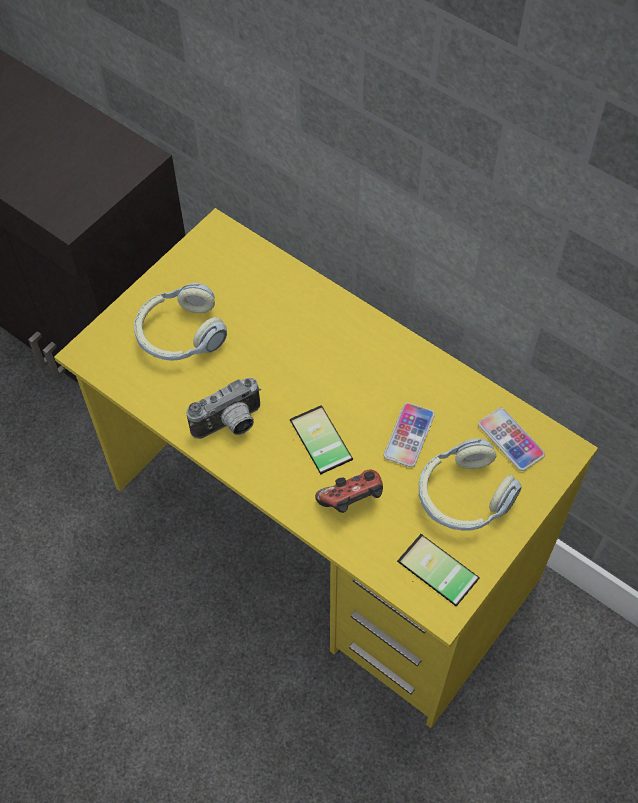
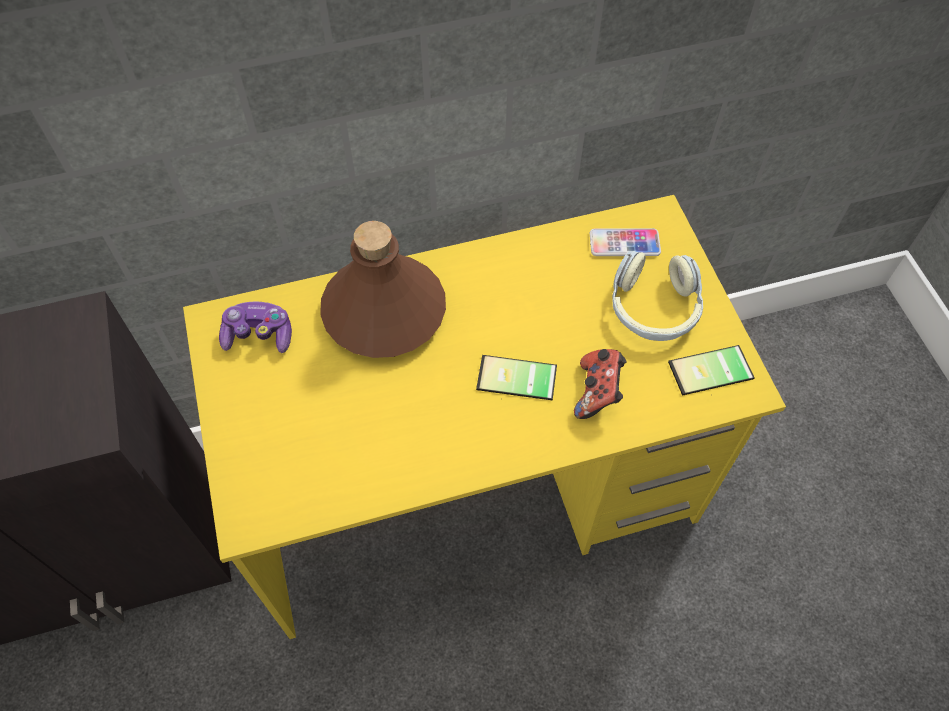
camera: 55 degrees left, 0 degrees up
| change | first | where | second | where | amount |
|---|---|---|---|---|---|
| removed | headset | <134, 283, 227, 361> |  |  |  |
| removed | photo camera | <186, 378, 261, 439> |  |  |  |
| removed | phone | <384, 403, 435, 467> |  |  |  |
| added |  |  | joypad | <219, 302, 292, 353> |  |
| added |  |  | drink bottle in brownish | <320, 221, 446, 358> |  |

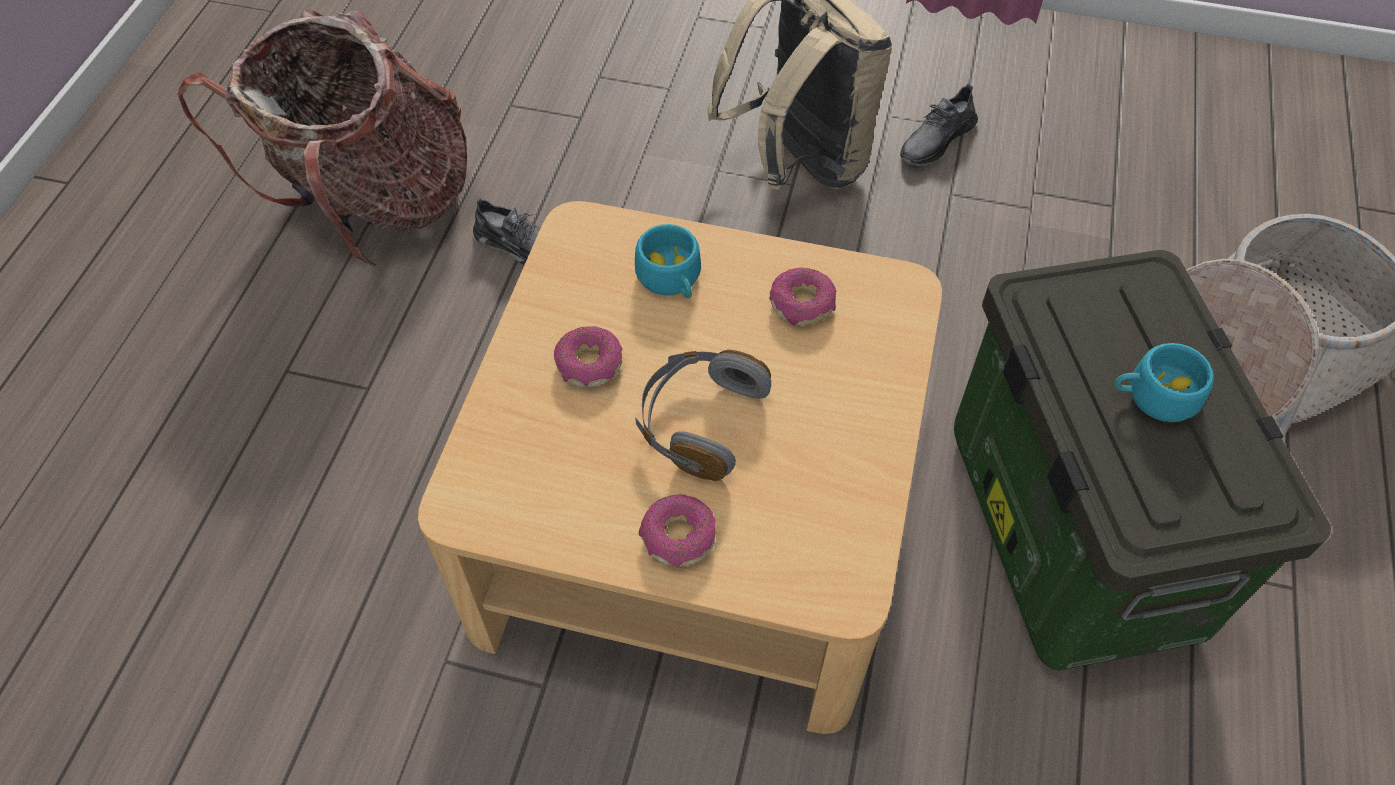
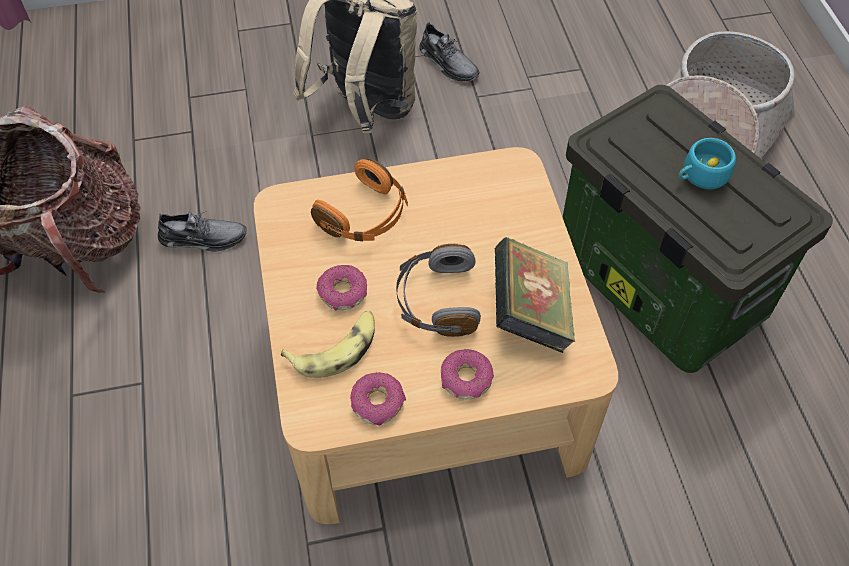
camera: 25 degrees left, 0 degrees up
| change | first | where | second | where | amount |
|---|---|---|---|---|---|
| added |  |  | whole banana | <281, 311, 375, 378> |  |
| added |  |  | bound book | <494, 237, 576, 353> |  |
| moved | doughnut | <769, 267, 837, 326> |  | <350, 372, 406, 426> |  |
| replaced | small cup in turquoise | <635, 224, 701, 298> | headset in orange-coloured | <311, 158, 408, 241> |  |
| turned | low shoe in grey | <900, 84, 978, 166> |  | <419, 22, 479, 81> | 60 degrees counterclockwise |

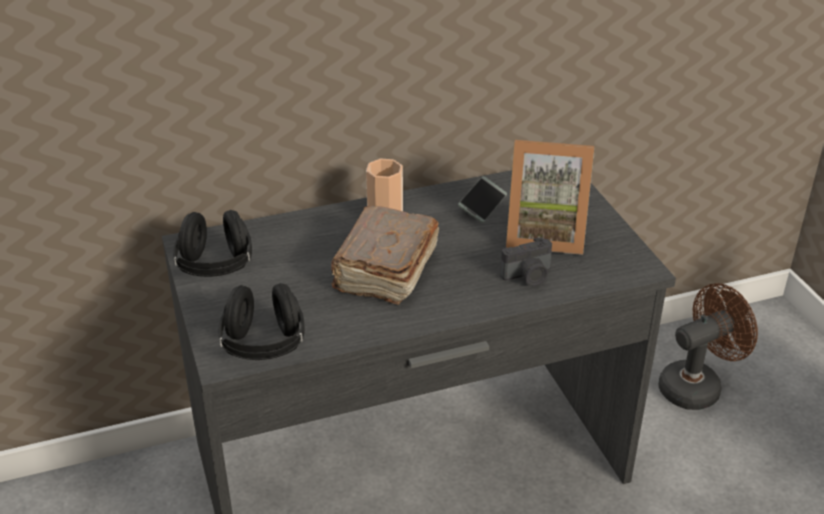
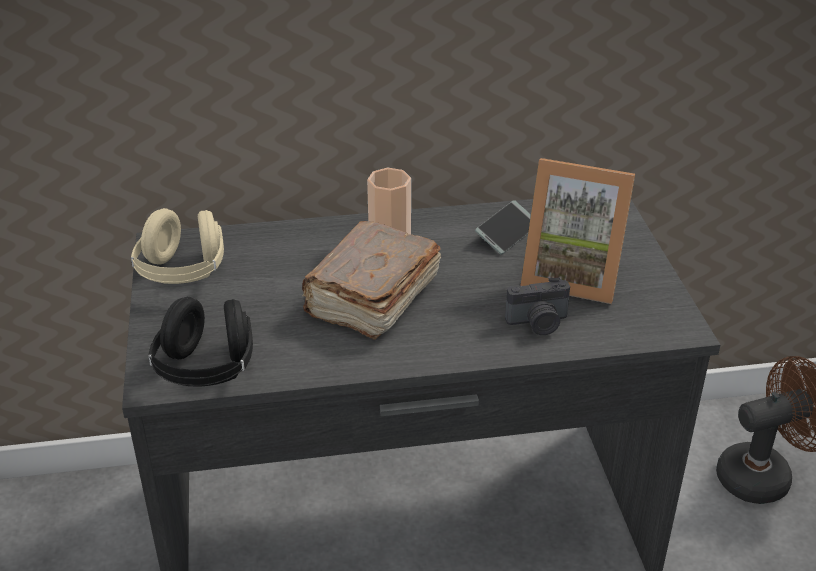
camera: 10 degrees right, 0 degrees up
| change | first | where | second | where | amount |
|---|---|---|---|---|---|
| recoloured | headset in black-coloured | <173, 210, 252, 277> | headset in beige-coloured | <131, 208, 224, 284> |  |

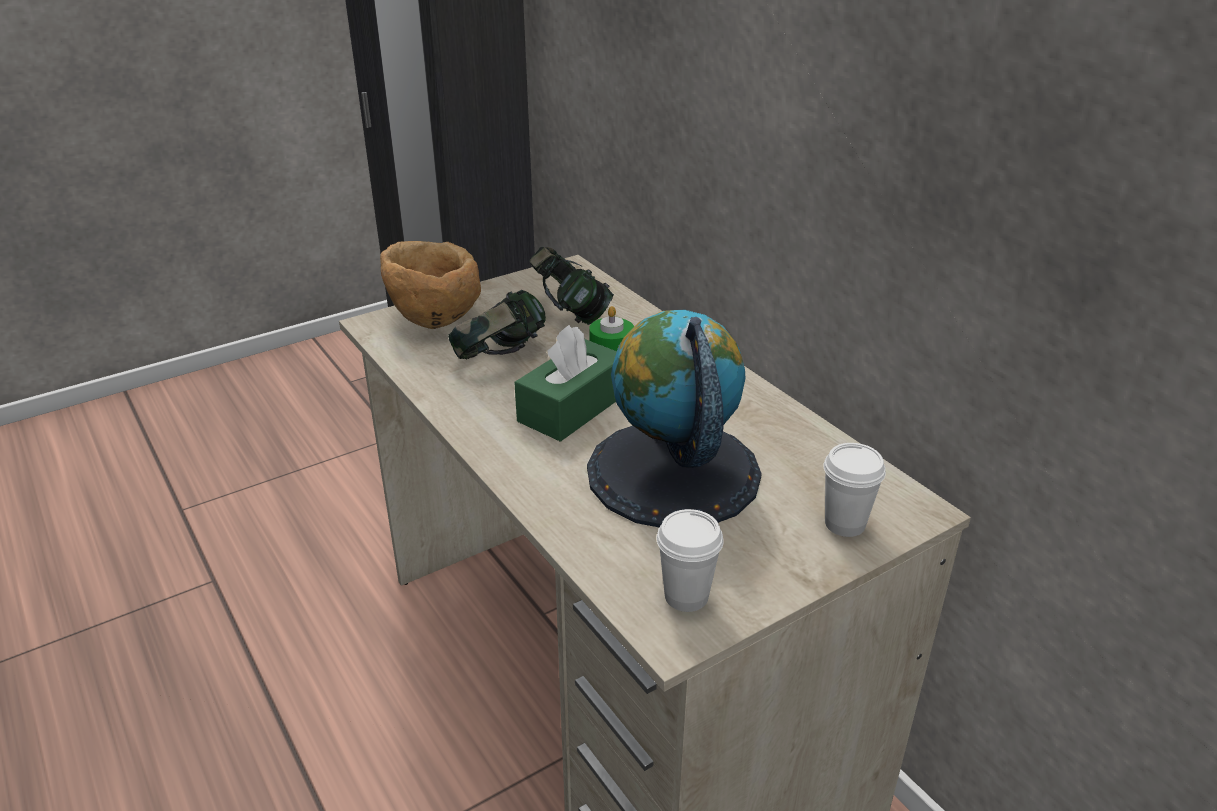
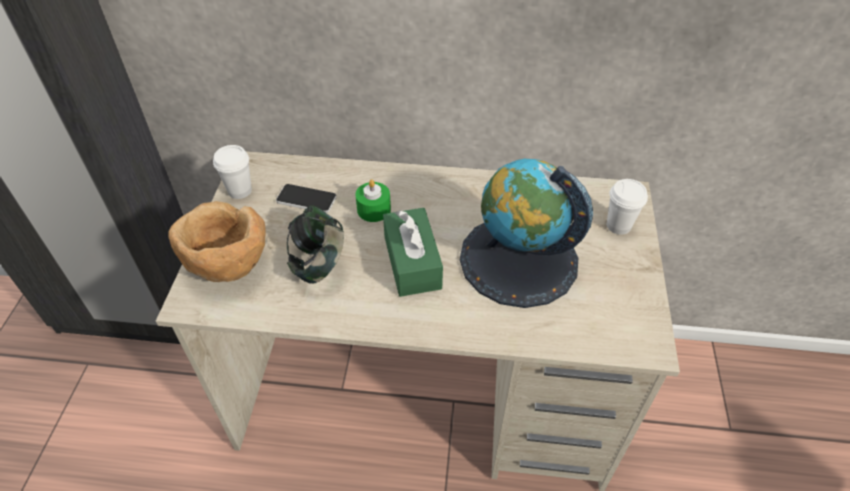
camera: 50 degrees left, 15 degrees up
| change | first | where | second | where | amount |
|---|---|---|---|---|---|
| moved | small cup in whitish | <657, 509, 724, 612> |  | <213, 145, 252, 199> |  |
| replaced | headset | <530, 247, 614, 325> | phone | <276, 184, 336, 213> |  |

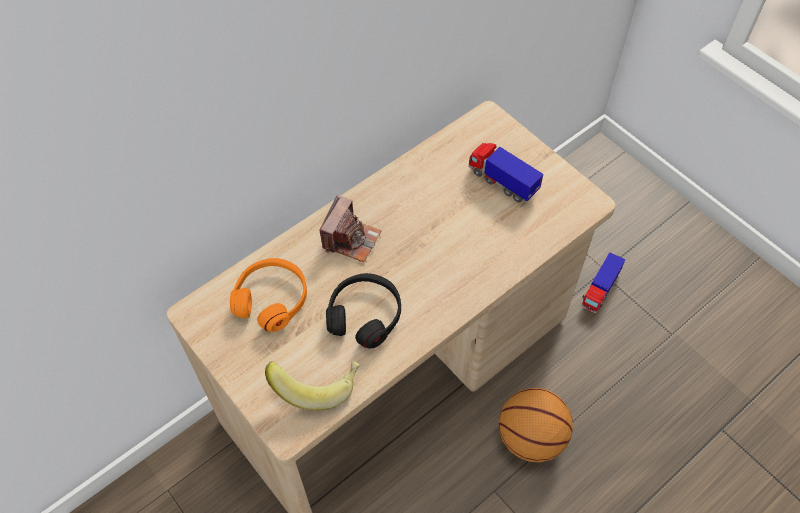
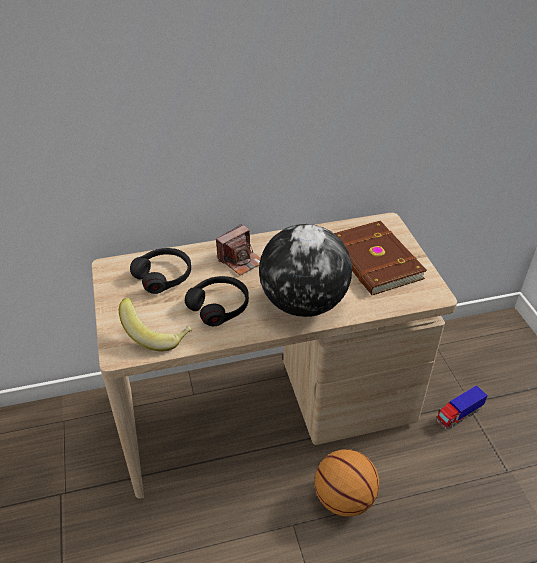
camera: 25 degrees right, 15 degrees down
| change | first | where | second | where | amount |
|---|---|---|---|---|---|
| added |  |  | world globe | <259, 224, 352, 317> |  |
| replaced | toy truck | <469, 143, 543, 203> | bound book in brownish | <334, 221, 427, 295> |  |
| recoloured | headset in orange-coloured | <230, 258, 307, 332> | headset in black-coloured | <130, 248, 191, 294> |  |

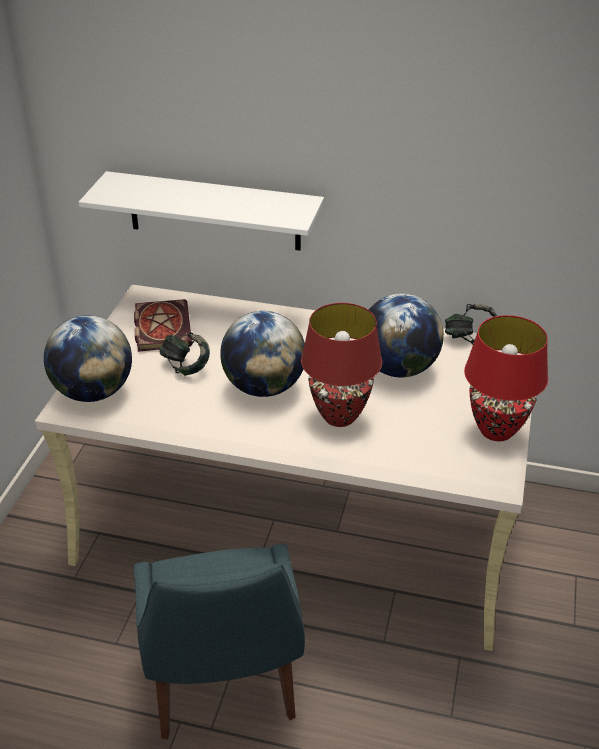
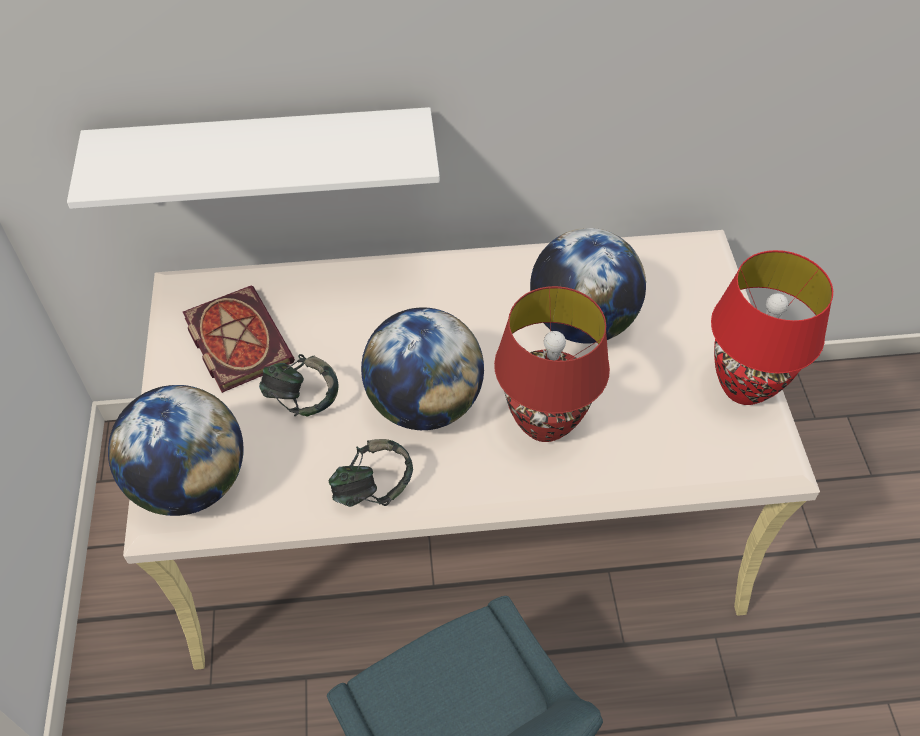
camera: 20 degrees left, 15 degrees up
| change | first | where | second | where | amount |
|---|---|---|---|---|---|
| moved | headset | <445, 304, 497, 344> |  | <329, 439, 413, 507> |  |

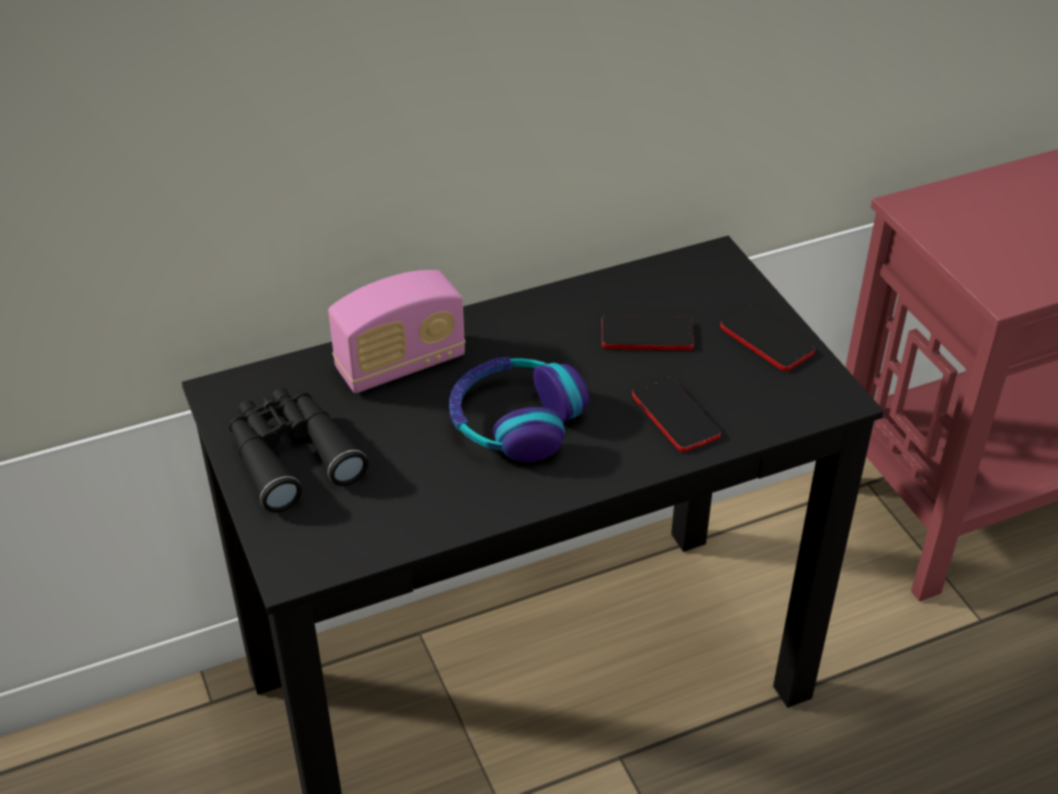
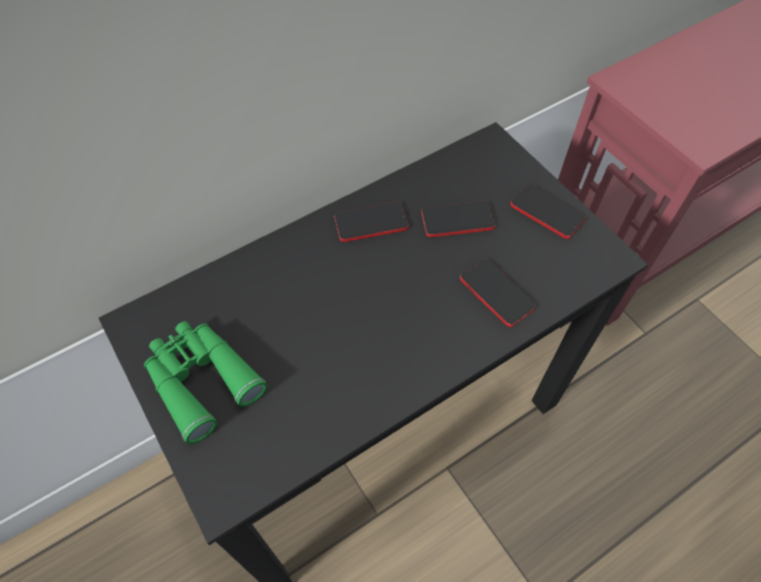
camera: 10 degrees left, 15 degrees up
| change | first | where | second | where | amount |
|---|---|---|---|---|---|
| removed | radio set | <328, 270, 466, 393> |  |  |  |
| removed | headset | <449, 357, 589, 462> |  |  |  |
| added |  |  | phone | <334, 202, 409, 242> |  |
| recoloured | pair of binoculars in black-coloured | <229, 388, 368, 513> | pair of binoculars in green-coloured | <144, 321, 268, 444> |  |

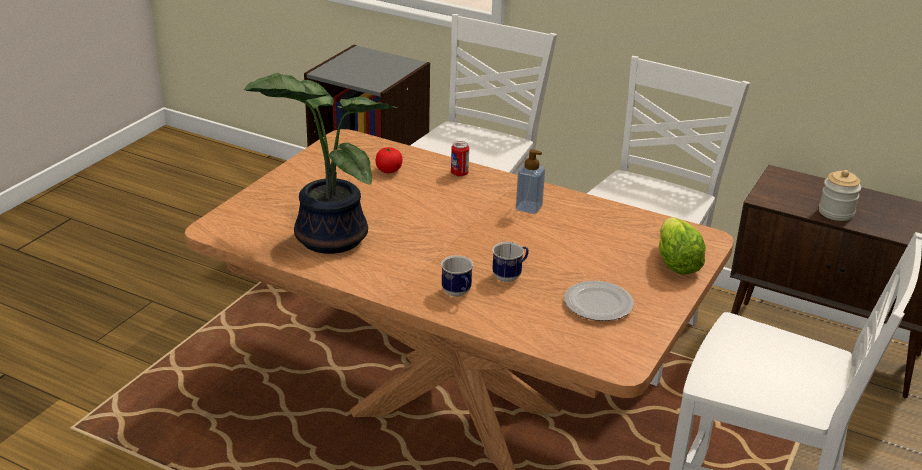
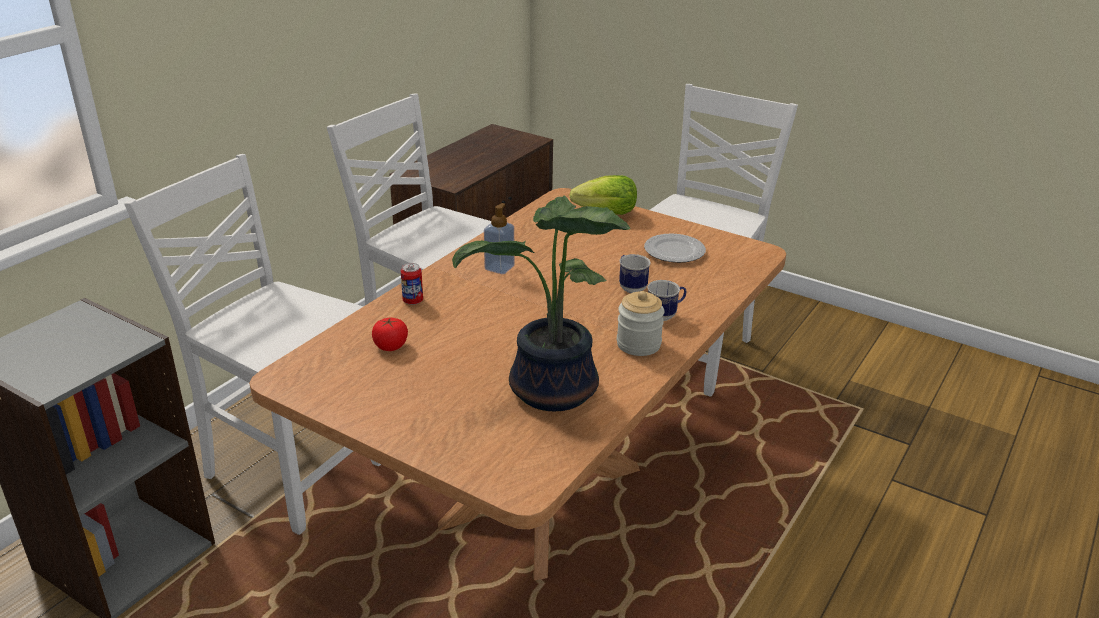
camera: 85 degrees left, 0 degrees up
| change | first | where | second | where | amount |
|---|---|---|---|---|---|
| moved | preserve jar | <819, 170, 861, 221> |  | <617, 291, 665, 356> |  |

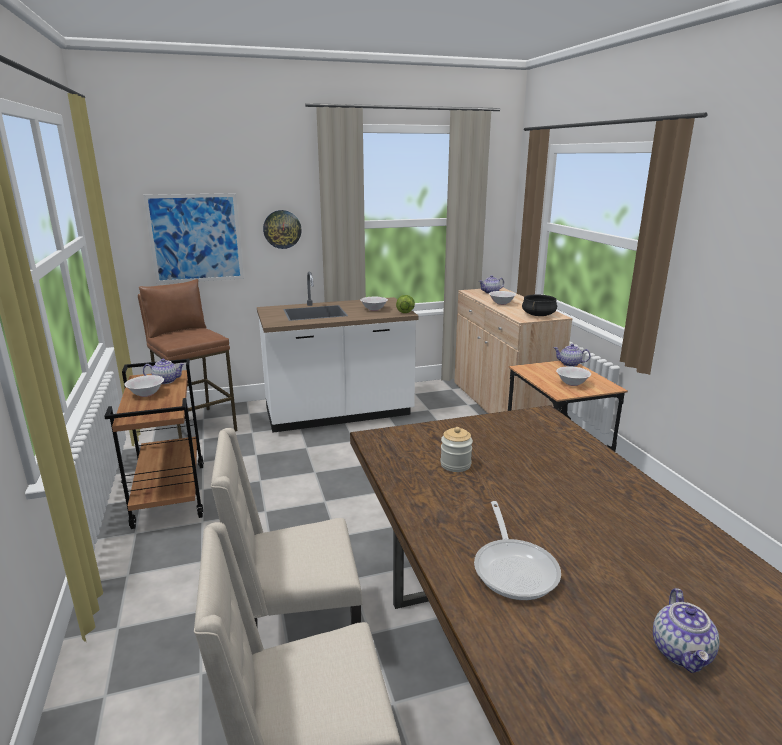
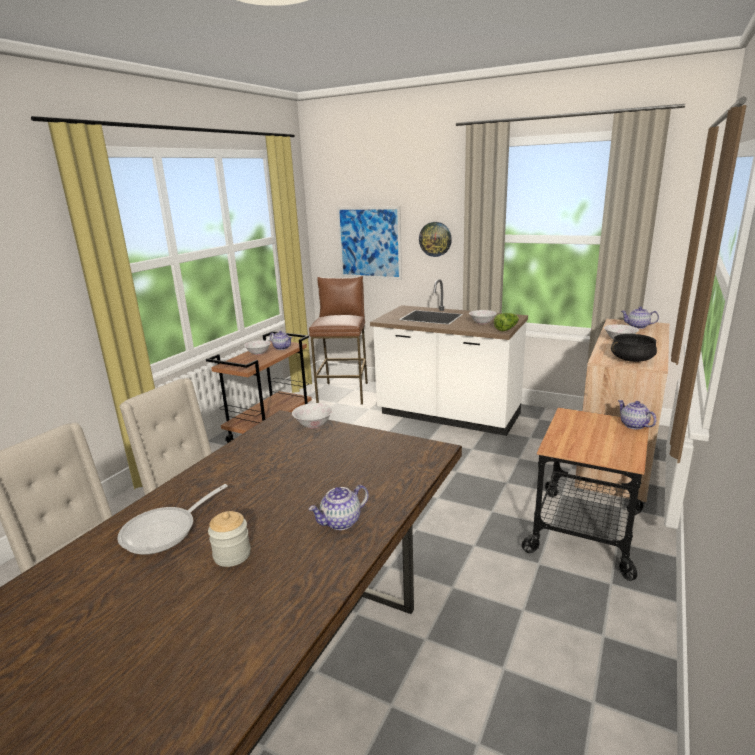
camera: 45 degrees right, 0 degrees up
| change | first | where | second | where | amount |
|---|---|---|---|---|---|
| moved | preserve jar | <440, 427, 473, 472> |  | <208, 511, 251, 567> |  |
| moved | deep dish in whitish | <556, 366, 591, 386> |  | <292, 403, 333, 428> |  |
| moved | pot for tea | <653, 588, 720, 673> |  | <309, 485, 369, 530> |  |

